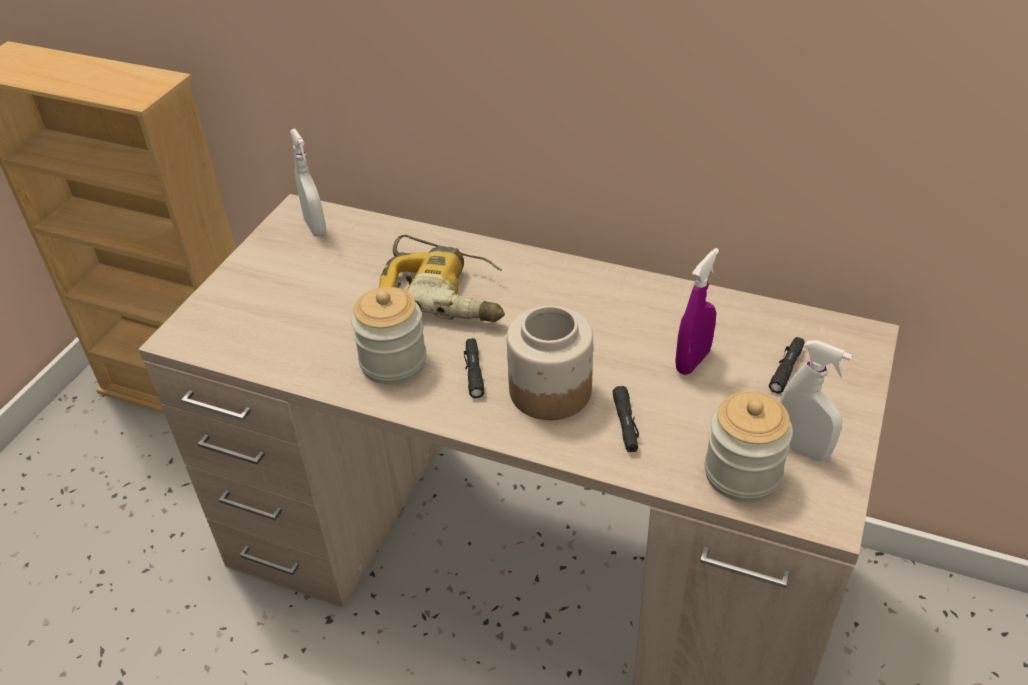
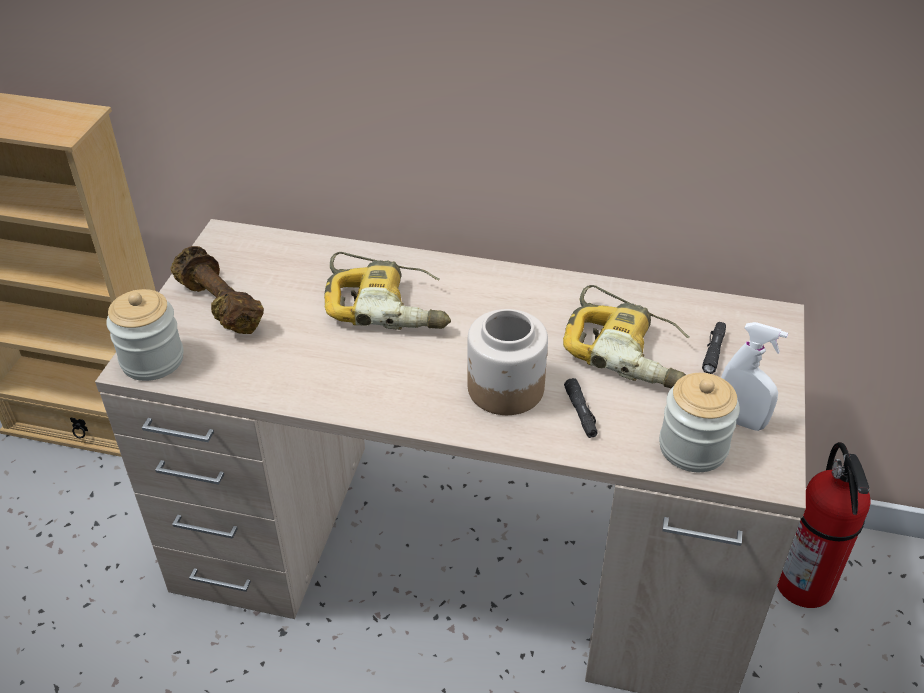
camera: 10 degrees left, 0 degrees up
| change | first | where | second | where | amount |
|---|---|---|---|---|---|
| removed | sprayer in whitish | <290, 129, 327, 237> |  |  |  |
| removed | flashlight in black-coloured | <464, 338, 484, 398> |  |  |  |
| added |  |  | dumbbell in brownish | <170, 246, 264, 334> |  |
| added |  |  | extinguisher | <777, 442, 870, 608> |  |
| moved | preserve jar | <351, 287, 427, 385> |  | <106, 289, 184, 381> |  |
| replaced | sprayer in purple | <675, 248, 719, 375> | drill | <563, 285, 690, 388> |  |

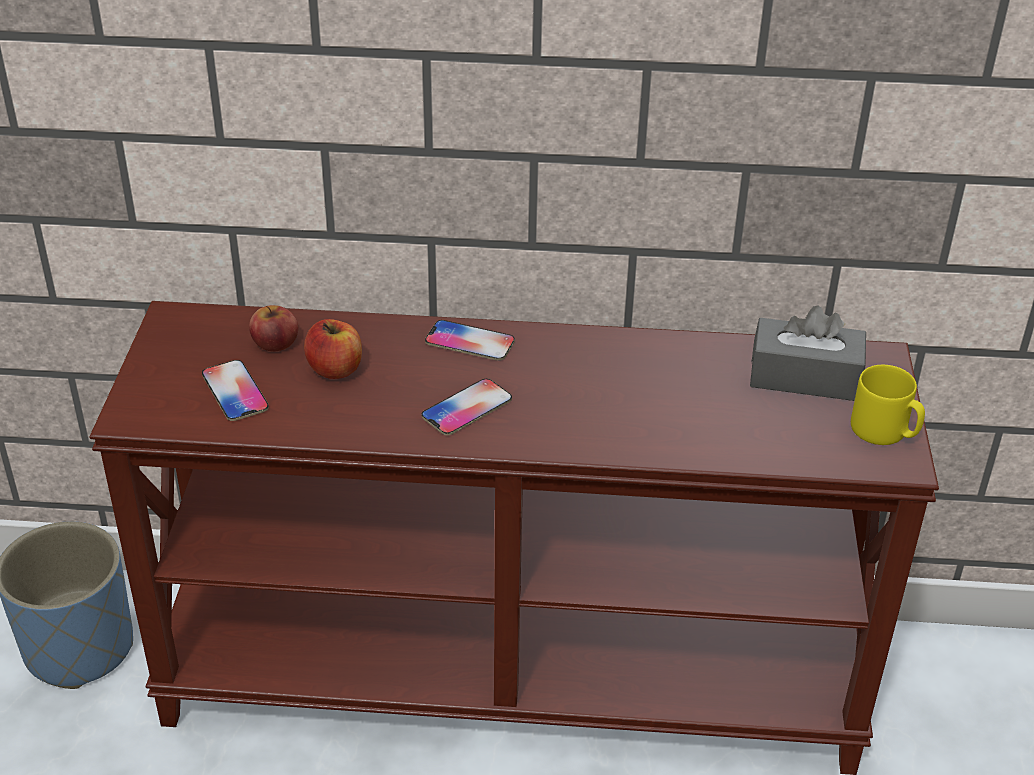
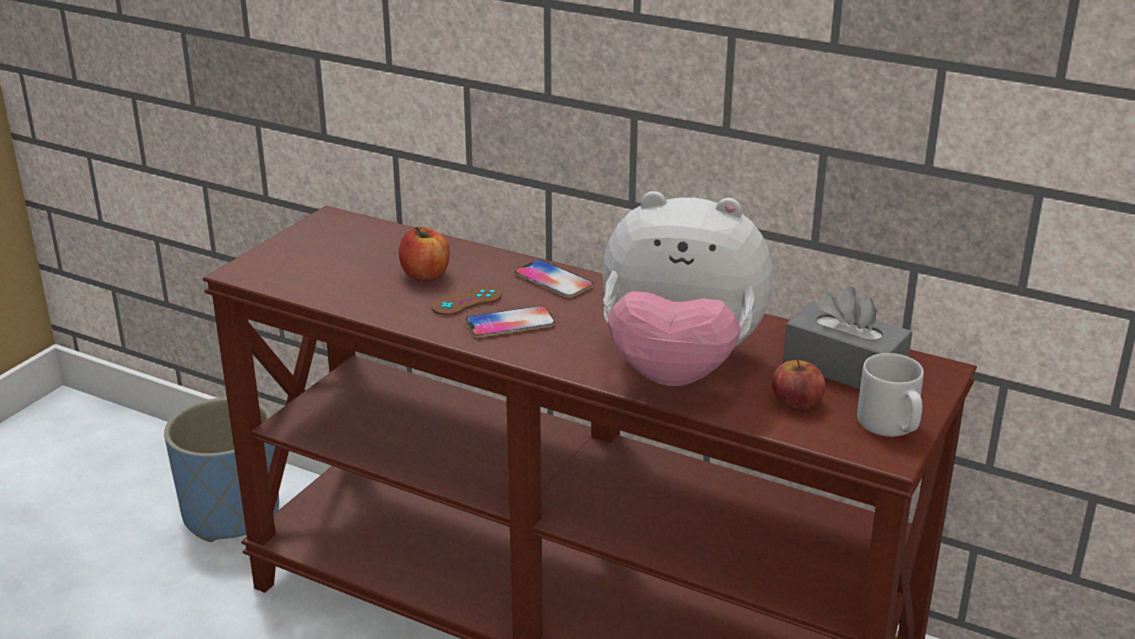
camera: 25 degrees right, 10 degrees down
| change | first | where | second | where | amount |
|---|---|---|---|---|---|
| removed | phone | <202, 360, 269, 421> |  |  |  |
| added |  |  | joypad in brownish | <431, 286, 502, 315> |  |
| added |  |  | soft toy | <602, 191, 773, 386> |  |
| moved | apple fruit | <249, 305, 298, 351> |  | <772, 358, 826, 410> |  |
| recoloured | coffee mug in yellow-coloured | <851, 365, 925, 445> | coffee mug in grey | <857, 353, 924, 437> |  |

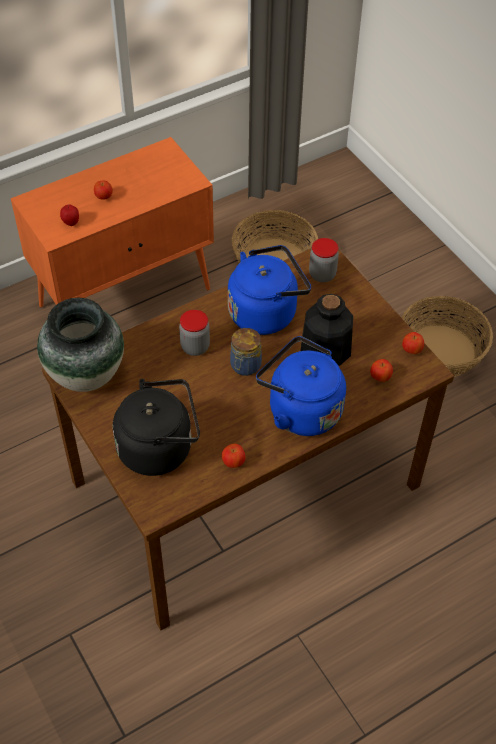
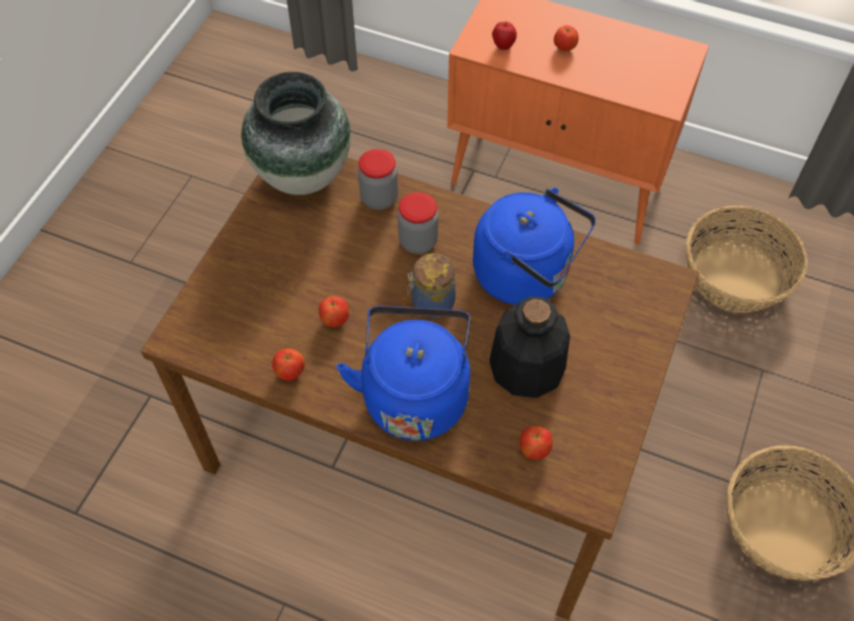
camera: 55 degrees right, 5 degrees up
| change | first | where | second | where | amount |
|---|---|---|---|---|---|
| removed | water kettle in black-coloured | <113, 379, 200, 476> |  |  |  |
| moved | preserve jar | <309, 238, 339, 282> |  | <358, 149, 398, 210> |  |
| moved | apple fruit | <402, 332, 424, 354> |  | <319, 296, 349, 327> |  |

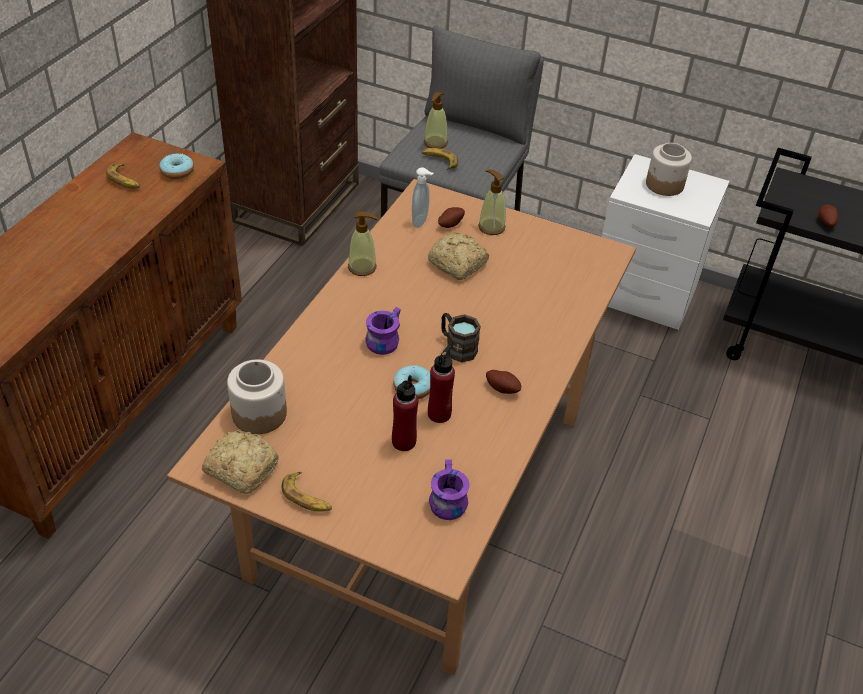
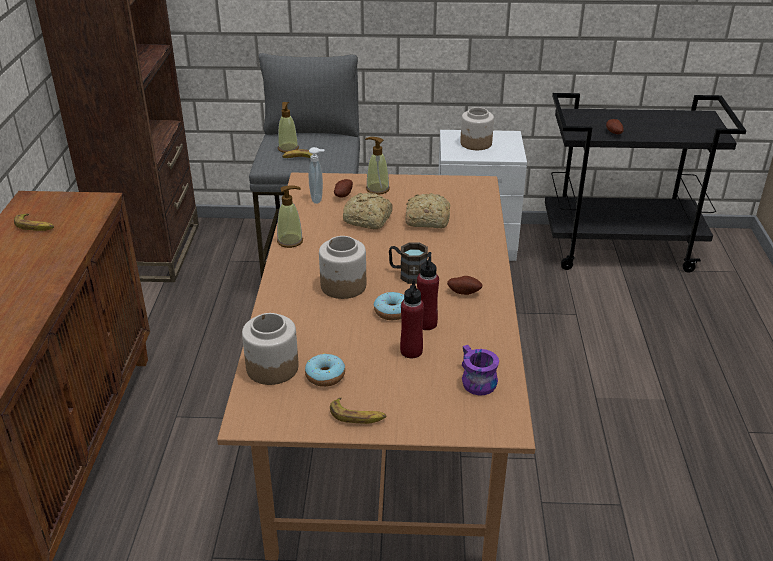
camera: 20 degrees left, 10 degrees down
| change | first | where | second | where | amount |
|---|---|---|---|---|---|
| moved | doughnut | <159, 153, 194, 179> |  | <305, 353, 345, 387> |  |
| moved | bakery bread | <202, 430, 279, 494> |  | <406, 193, 450, 228> |  |
| replaced | coffee mug in purple | <365, 307, 401, 355> | preserve jar | <319, 236, 366, 299> |  |

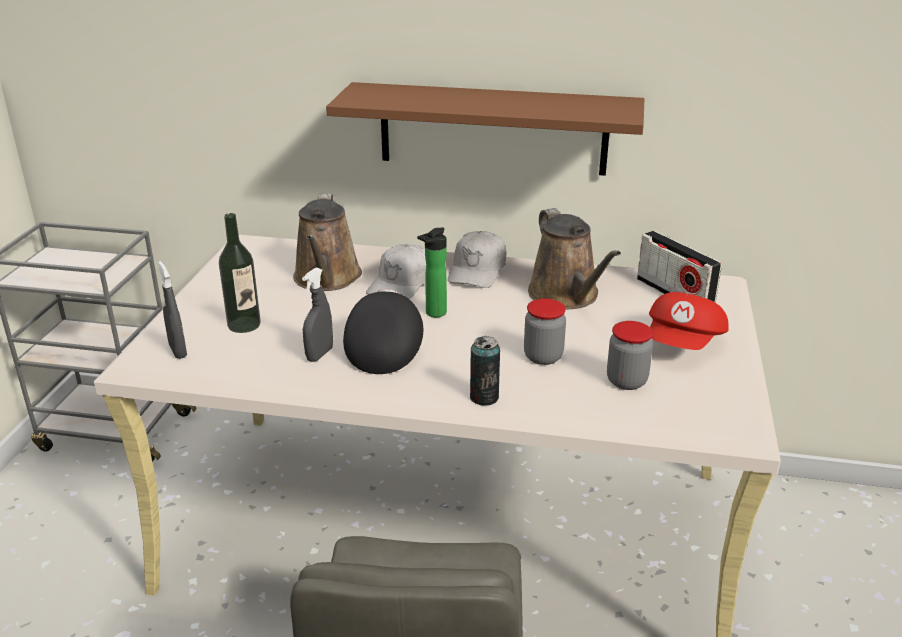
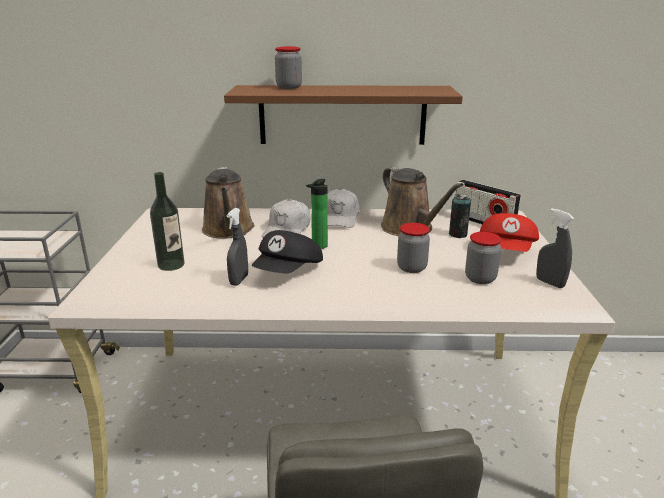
camera: 10 degrees left, 5 degrees down
| change | first | where | second | where | amount |
|---|---|---|---|---|---|
| added |  |  | preserve jar | <275, 46, 302, 89> |  |
| moved | sprayer in grey | <158, 261, 187, 359> |  | <536, 208, 574, 288> |  |
| moved | can | <470, 336, 500, 406> |  | <449, 194, 471, 238> |  |
| turned | peaked cap in black-coloured | <343, 289, 423, 374> |  | <252, 230, 323, 273> | 150 degrees counterclockwise |

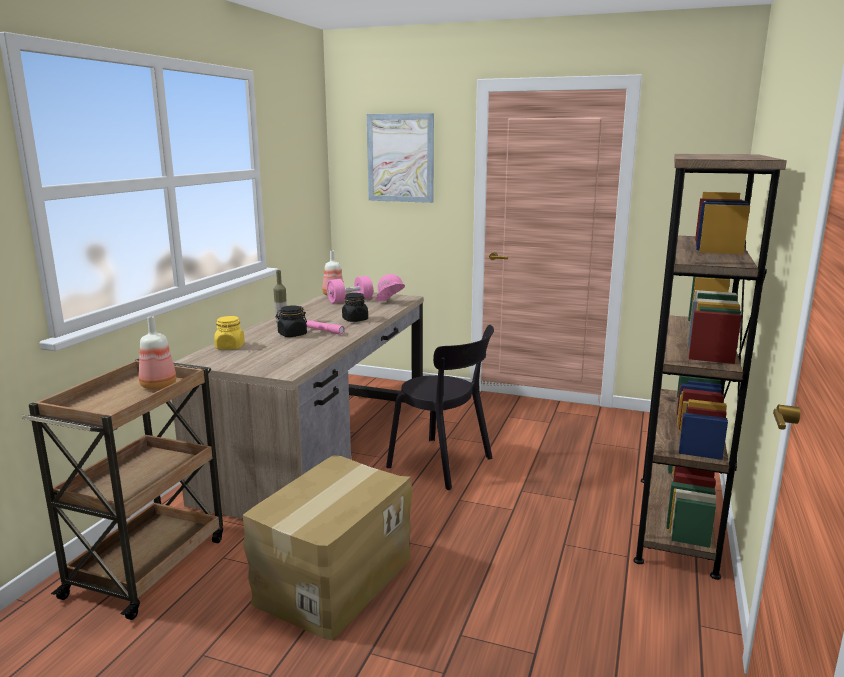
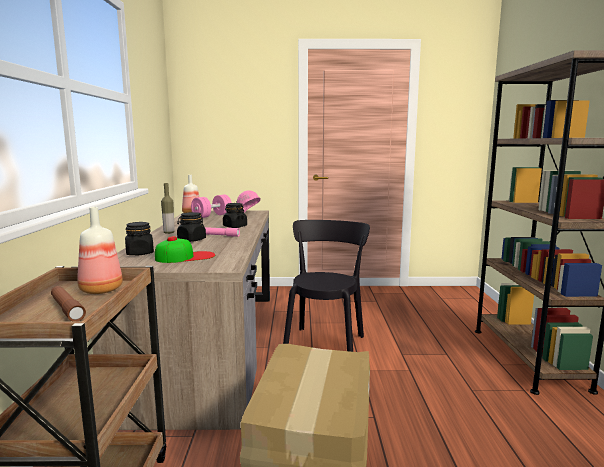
camera: 20 degrees left, 5 degrees down
| change | first | where | second | where | amount |
|---|---|---|---|---|---|
| removed | picture | <367, 113, 434, 203> |  |  |  |
| added |  |  | flashlight in brownish | <51, 286, 86, 322> |  |
| added |  |  | peaked cap | <155, 236, 215, 263> |  |
| recoloured | preserve jar in yellow-coloured | <214, 316, 245, 350> | preserve jar in black-coloured | <125, 222, 154, 255> |  |
| turned | chair in black-coloured | <386, 325, 494, 490> |  | <283, 220, 370, 352> | 90 degrees counterclockwise |

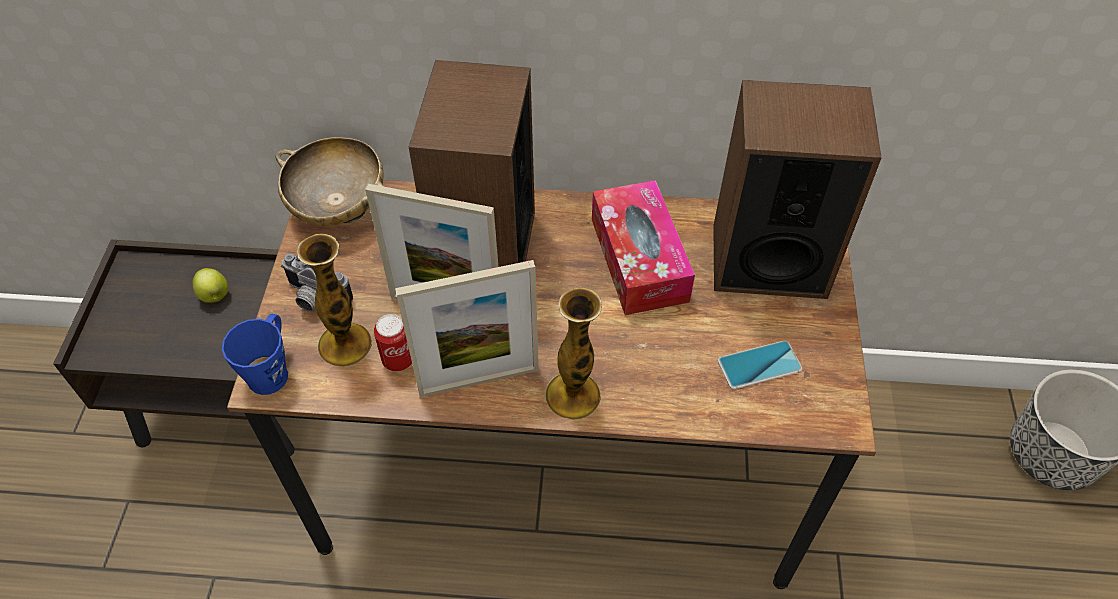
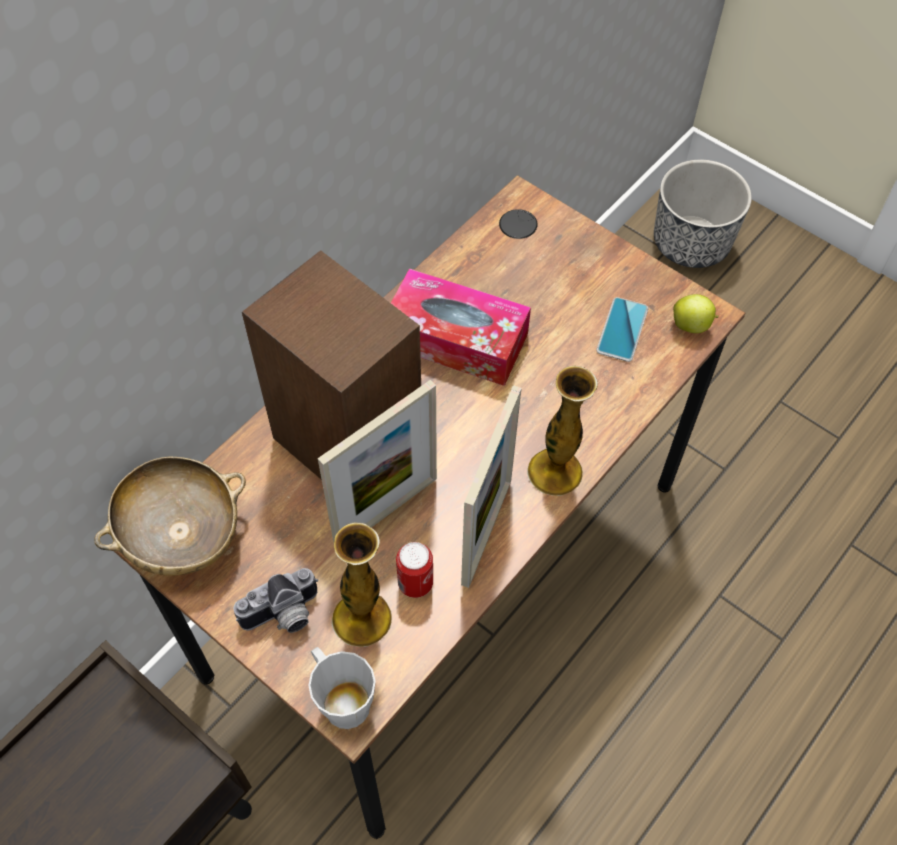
camera: 55 degrees left, 5 degrees up
| change | first | where | second | where | amount |
|---|---|---|---|---|---|
| removed | audio speaker | <713, 80, 882, 299> |  |  |  |
| moved | apple fruit | <193, 268, 228, 303> |  | <673, 294, 719, 333> |  |
| recoloured | coffee mug in blue-coloured | <222, 314, 288, 395> | coffee mug in grey | <308, 647, 376, 729> |  |

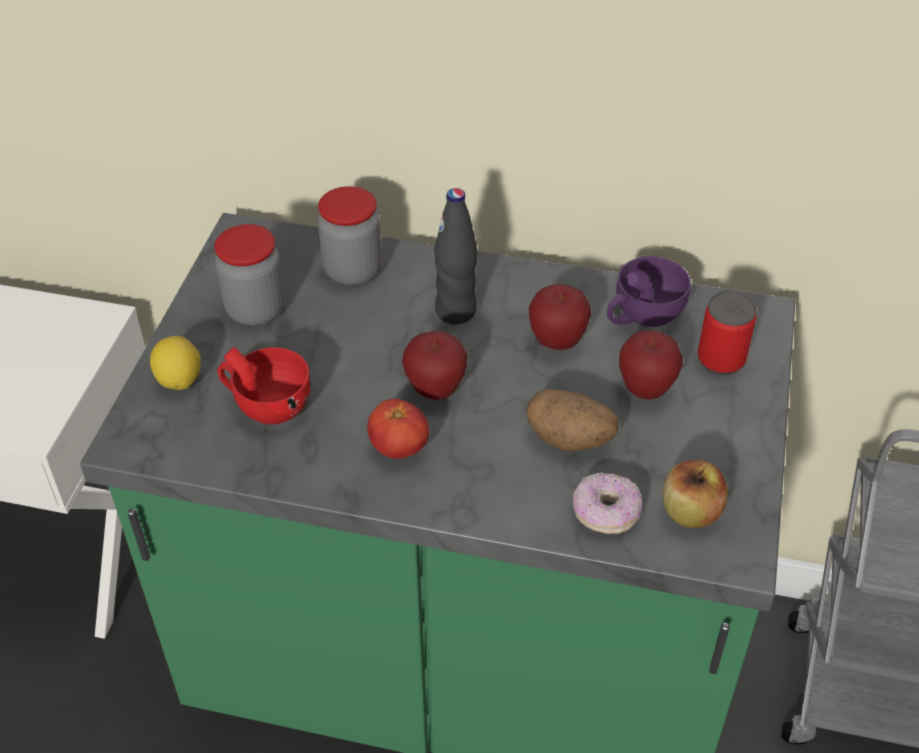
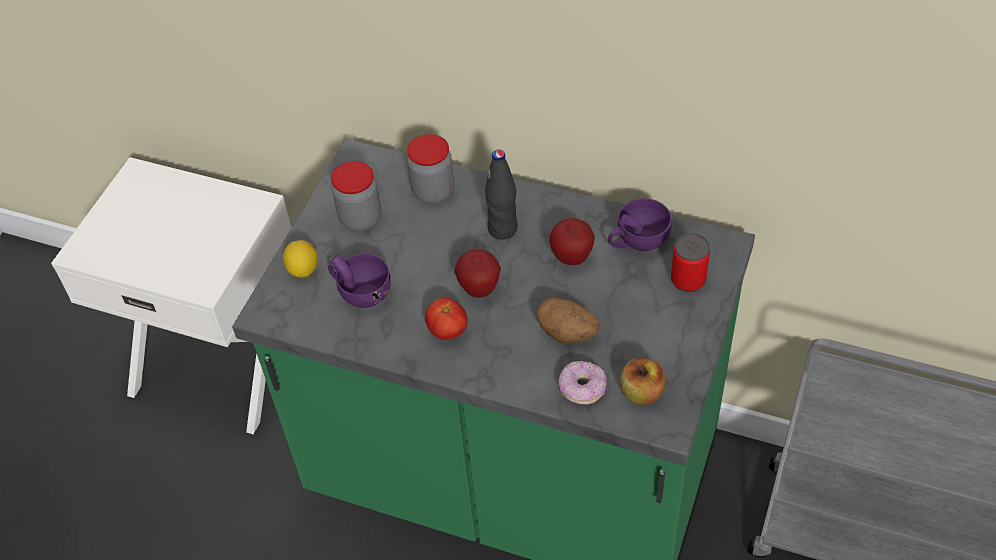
camera: 10 degrees right, 5 degrees up
| change | first | where | second | where | amount |
|---|---|---|---|---|---|
| removed | apple fruit | <619, 330, 683, 400> |  |  |  |
| recoloured | small cup in reddish | <218, 347, 311, 424> | small cup in purple | <328, 254, 391, 308> |  |

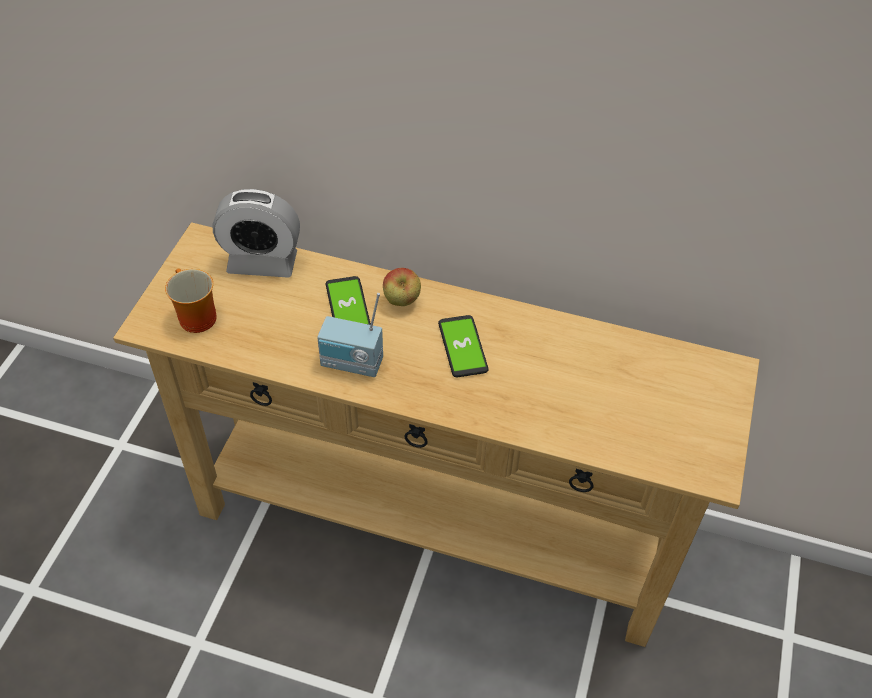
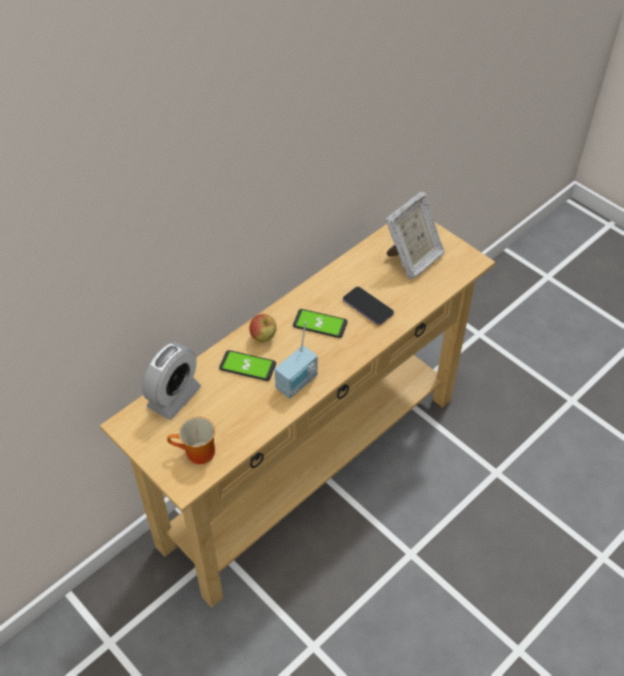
camera: 60 degrees left, 0 degrees up
| change | first | where | second | where | amount |
|---|---|---|---|---|---|
| added |  |  | phone | <343, 287, 394, 325> |  |
| added |  |  | picture frame | <385, 192, 445, 279> |  |

